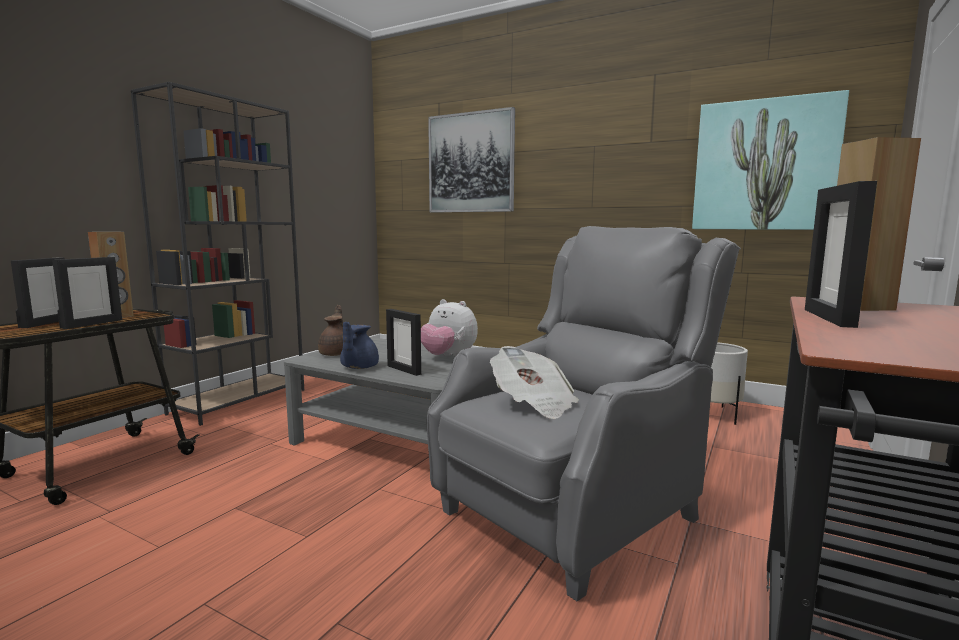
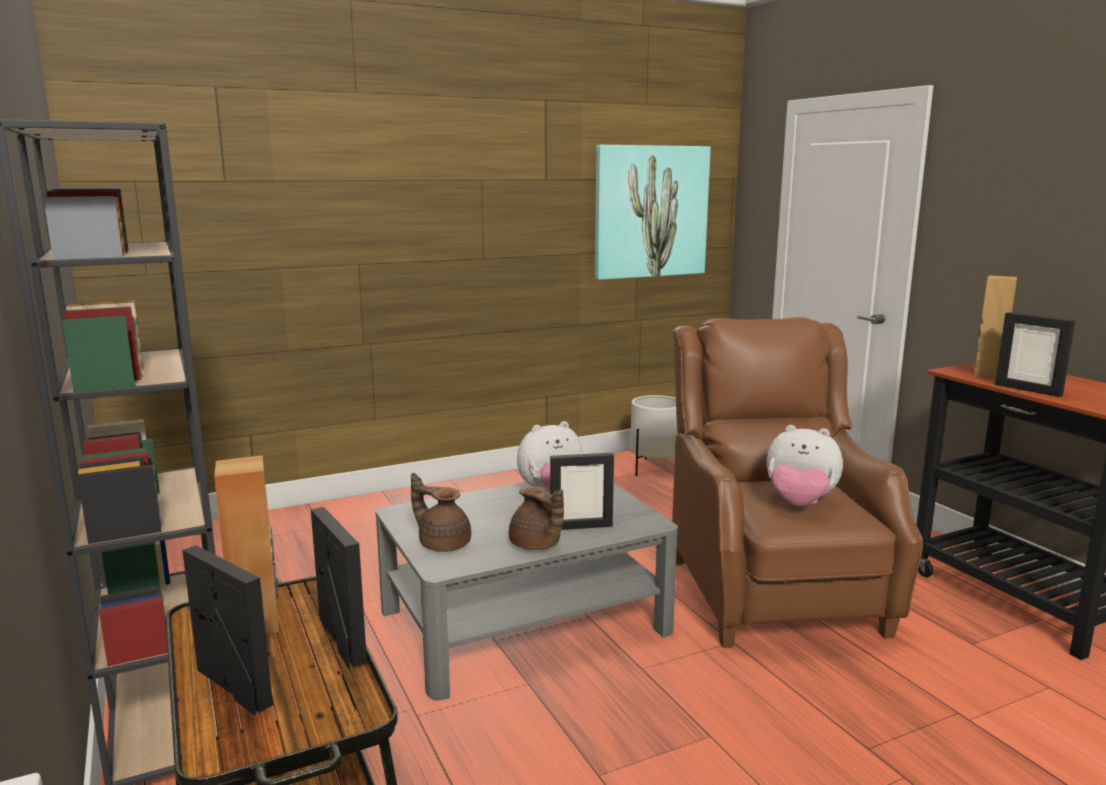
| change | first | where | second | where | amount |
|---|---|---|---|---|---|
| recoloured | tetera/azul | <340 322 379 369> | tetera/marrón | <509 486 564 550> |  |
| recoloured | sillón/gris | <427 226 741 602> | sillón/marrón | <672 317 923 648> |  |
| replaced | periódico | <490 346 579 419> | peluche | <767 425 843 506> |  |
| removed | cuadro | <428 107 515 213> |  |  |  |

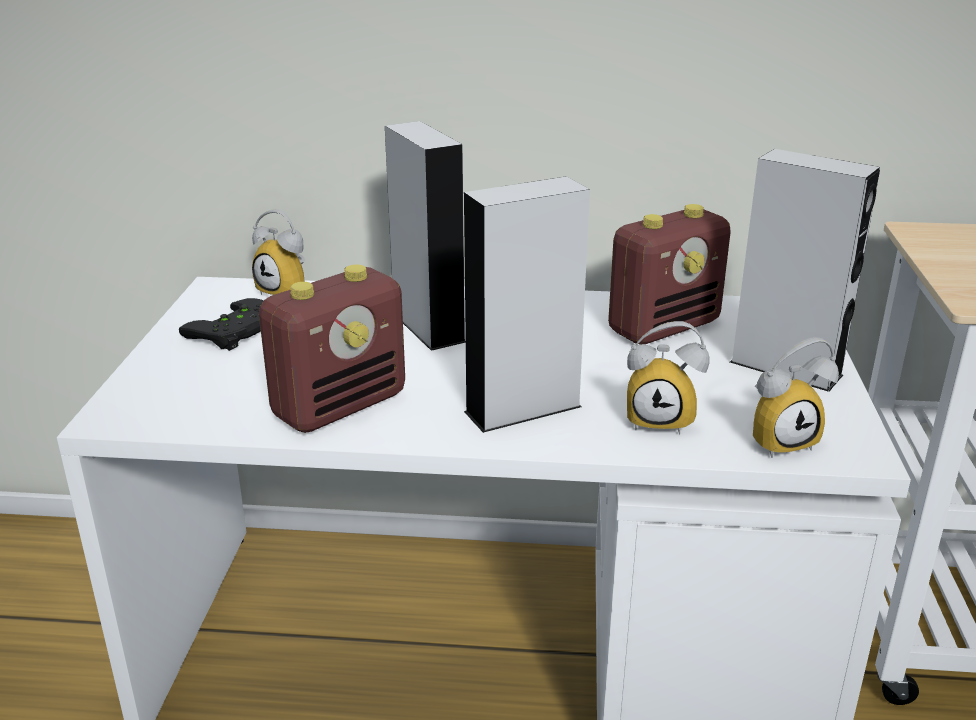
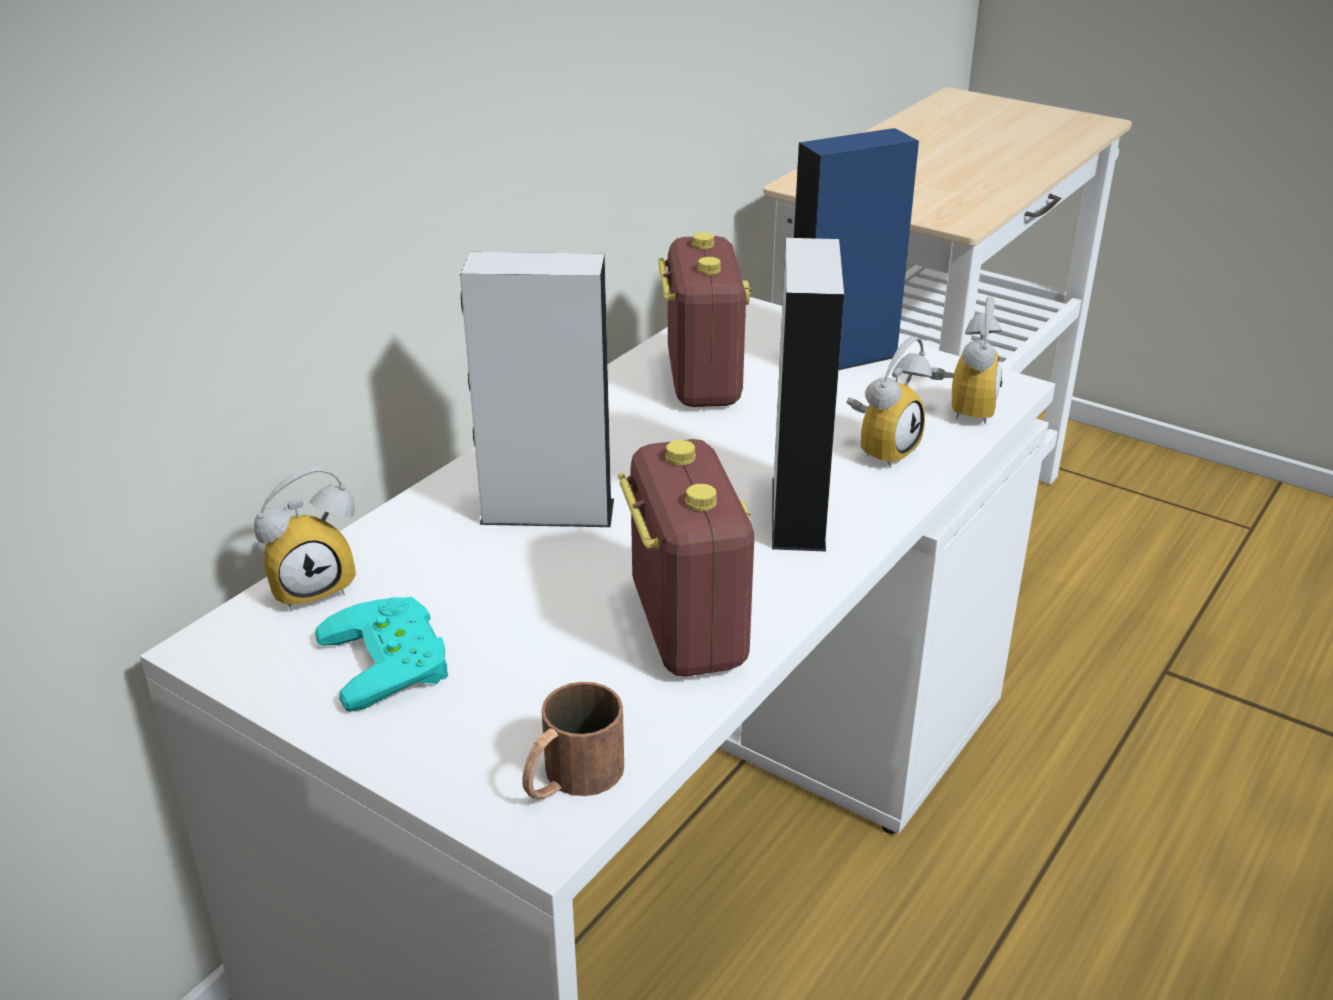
| change | first | where | second | where | amount |
|---|---|---|---|---|---|
| recoloured | mando de consola/negro | <179 298 264 351> | mando de consola/turquesa | <315 597 448 712> |  |
| added |  |  | taza grande/marrón | <522 682 624 799> |  |
| recoloured | altavoz/gris | <730 149 880 392> | altavoz/azul | <794 128 919 370> |  |

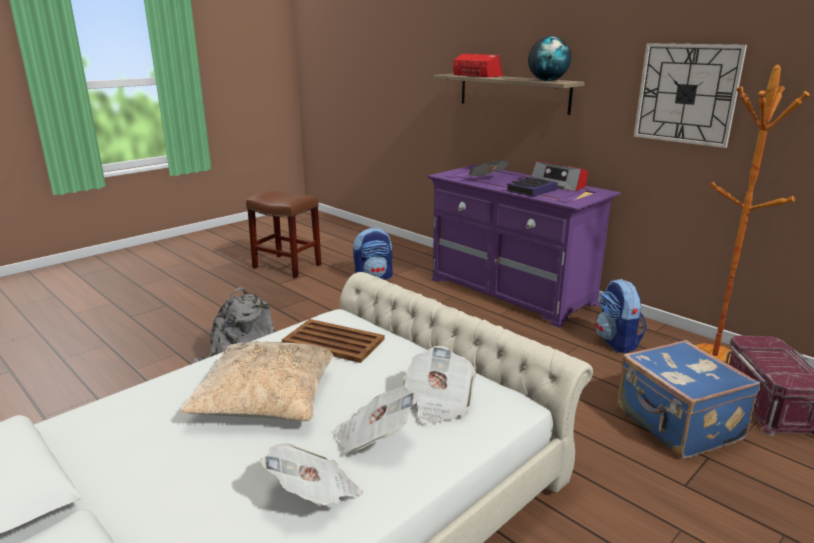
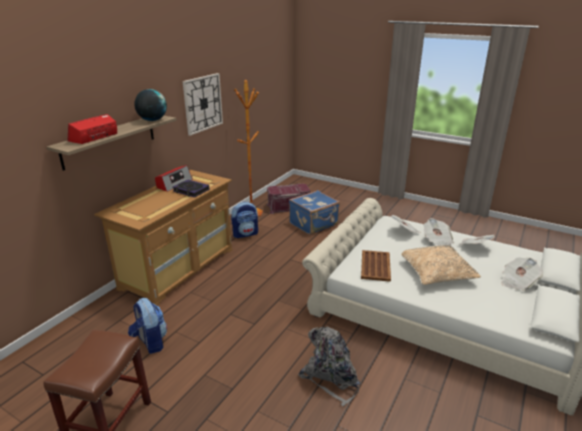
| change | first | where | second | where | amount |
|---|---|---|---|---|---|
| recoloured | cómoda/morado | <427 165 621 328> | cómoda/marrón | <94 170 232 306> |  |
| moved | periódico | <469 160 509 176> |  | <501 257 543 291> |  |

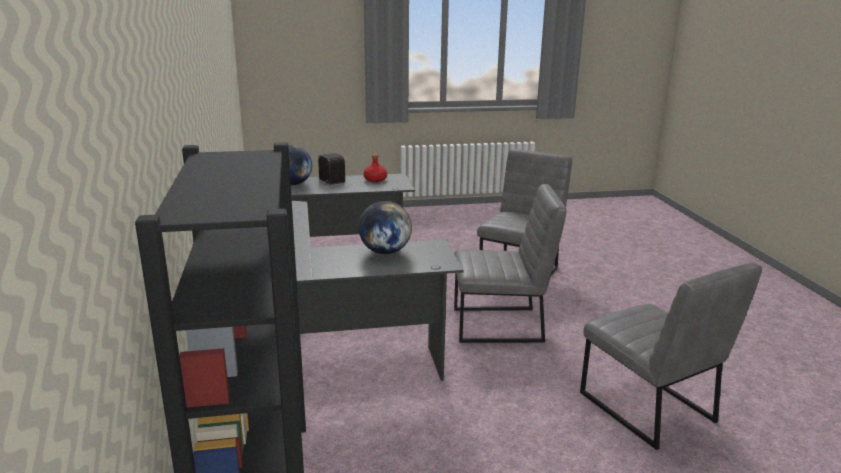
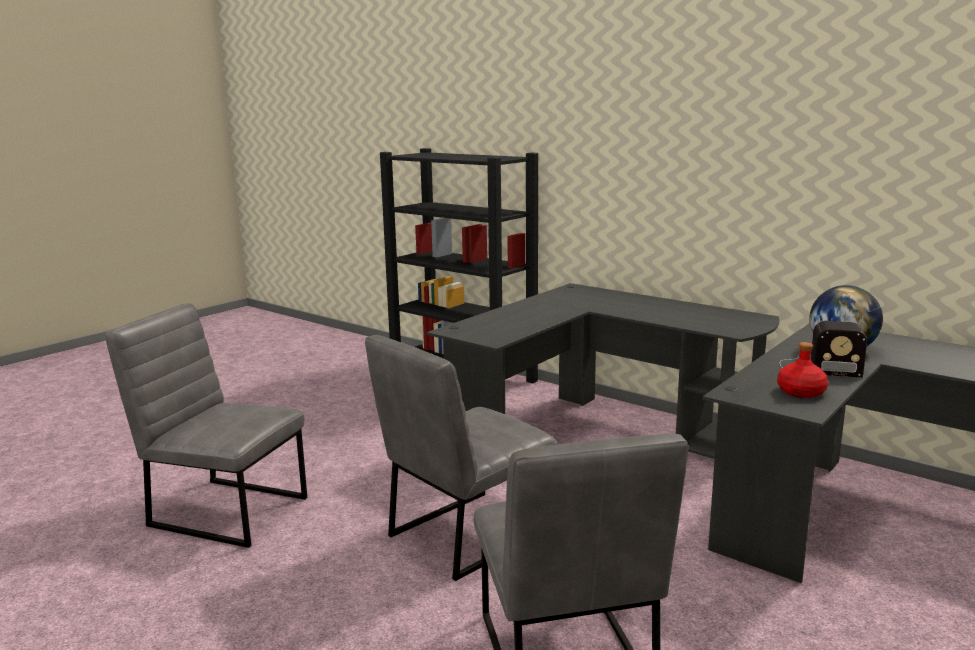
| change | first | where | second | where | amount |
|---|---|---|---|---|---|
| removed | globo terráqueo | <359 201 412 254> |  |  |  |

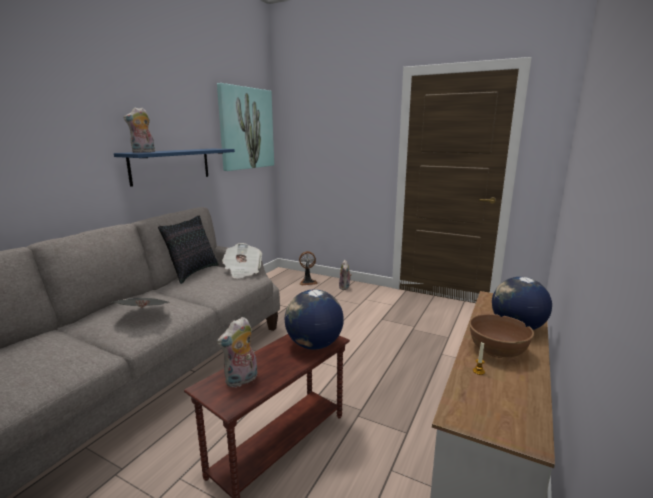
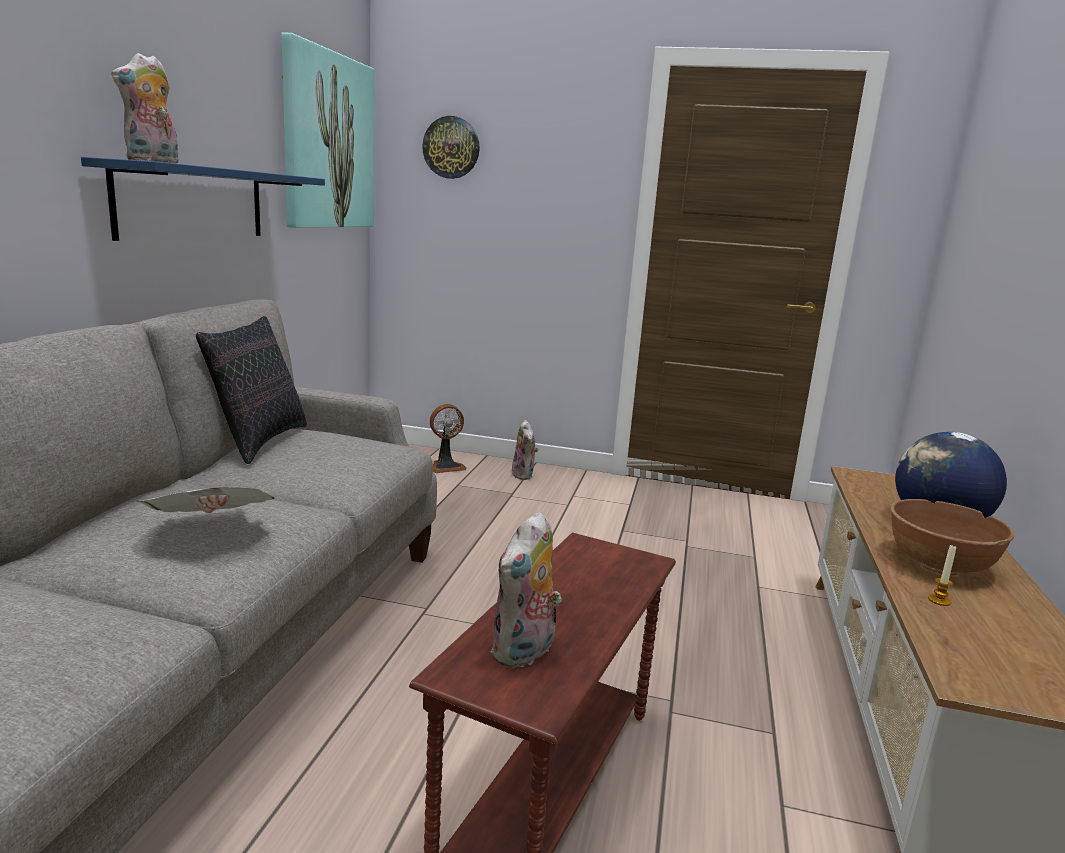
| change | first | where | second | where | amount |
|---|---|---|---|---|---|
| added |  |  | reloj de pared | <422 116 480 179> |  |
| removed | periódico | <222 243 262 279> |  |  |  |
| removed | globo terráqueo | <285 289 344 349> |  |  |  |

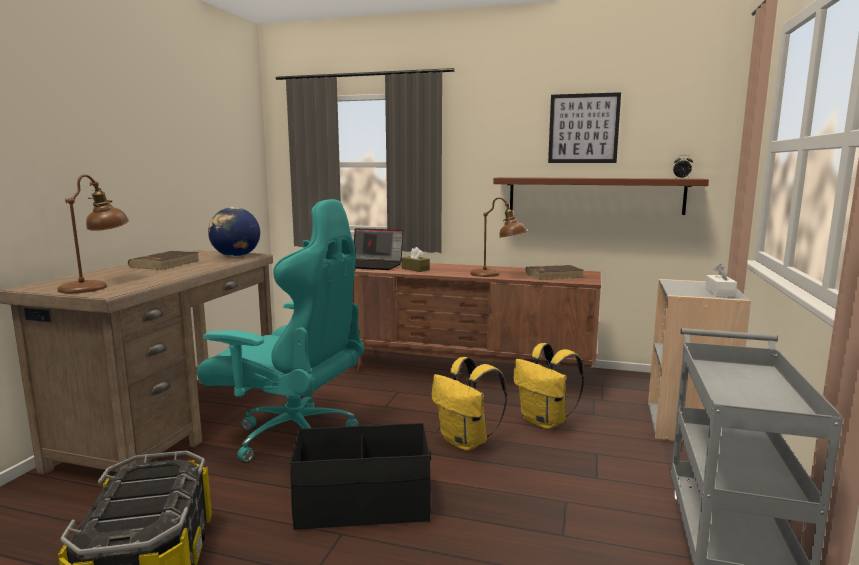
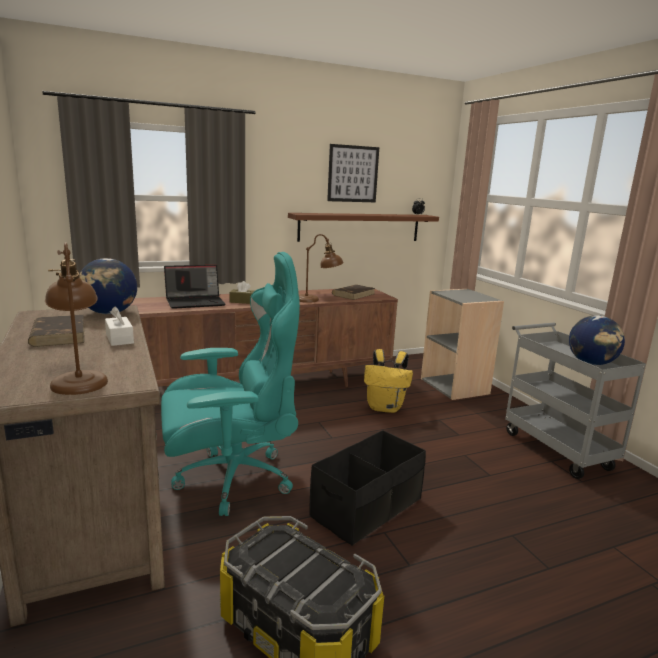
| change | first | where | second | where | amount |
|---|---|---|---|---|---|
| moved | caja de pañuelos/blanco | <705 264 737 298> |  | <105 306 134 346> |  |
| added |  |  | globo terráqueo | <569 315 625 365> |  |
| removed | mochila/amarillo | <432 357 507 451> |  |  |  |

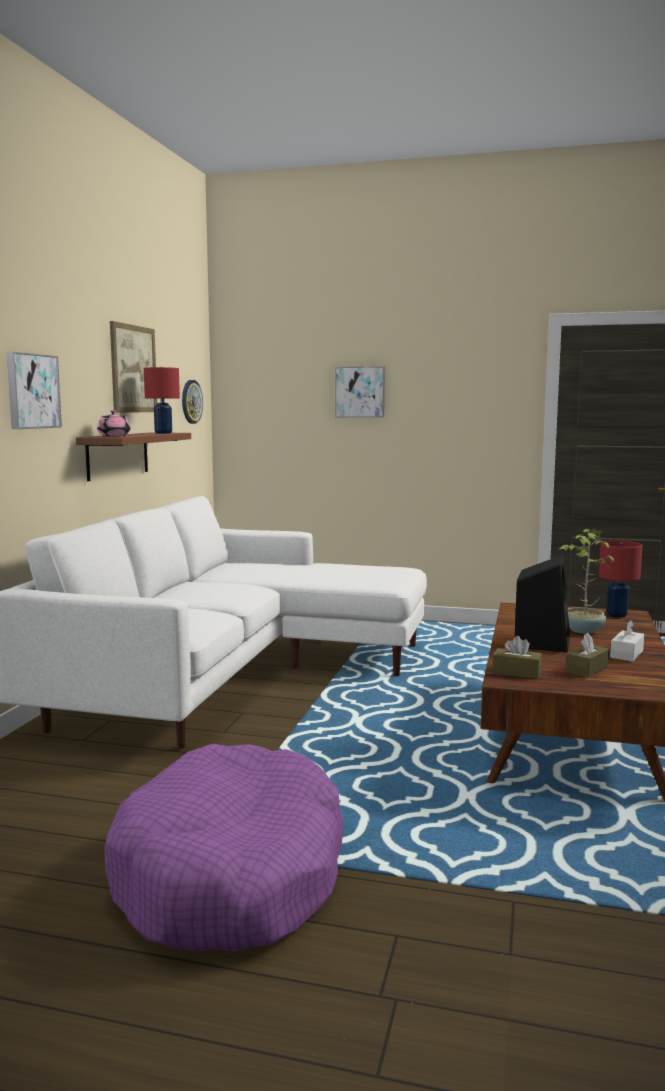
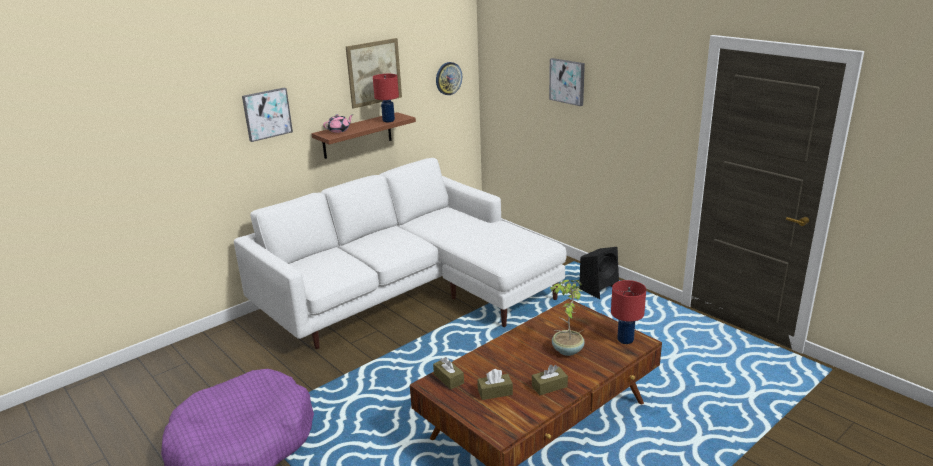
| change | first | where | second | where | amount |
|---|---|---|---|---|---|
| recoloured | caja de pañuelos/blanco | <610 620 644 661> | caja de pañuelos/marrón | <532 365 568 395> |  |
| moved | altavoz/negro | <515 555 570 653> |  | <579 247 619 299> |  |

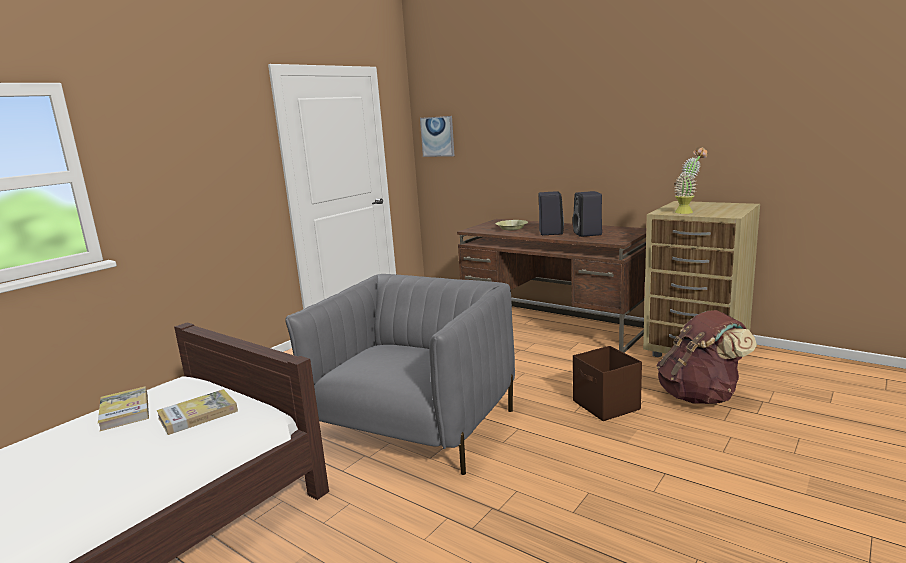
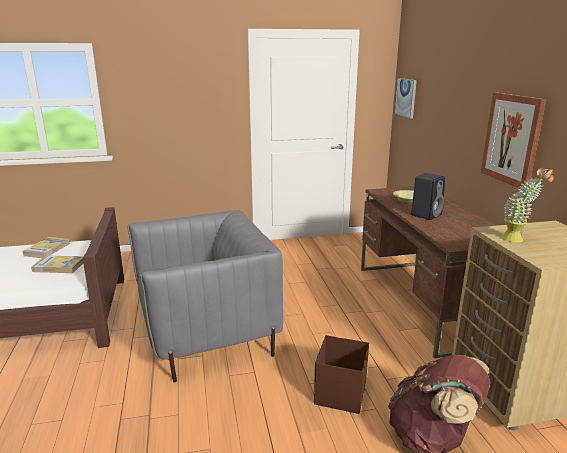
| change | first | where | second | where | amount |
|---|---|---|---|---|---|
| added |  |  | cuadro | <481 93 546 189> |  |
| removed | altavoz/negro | <573 191 602 237> |  |  |  |

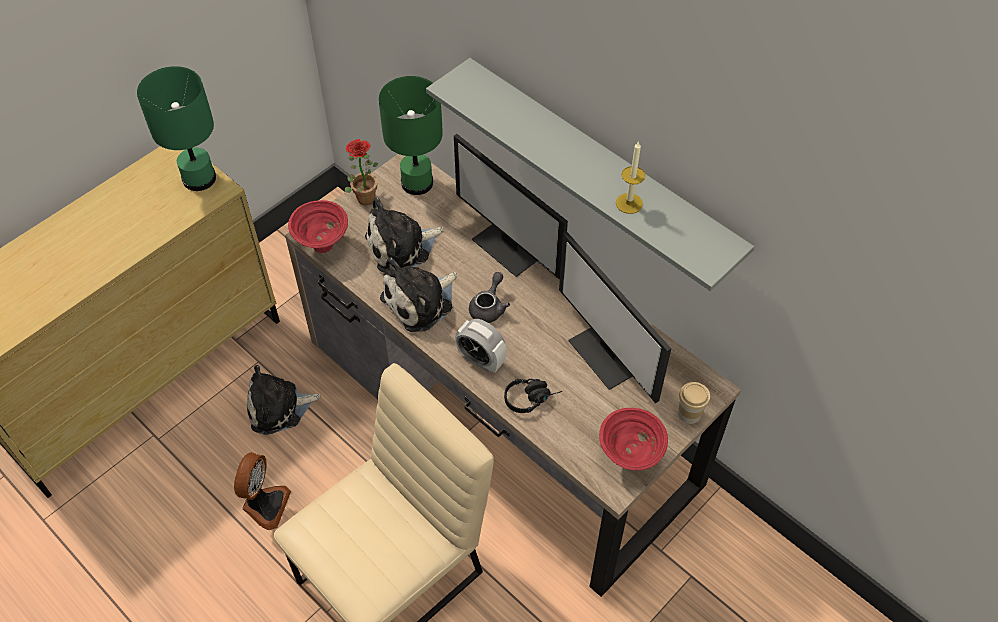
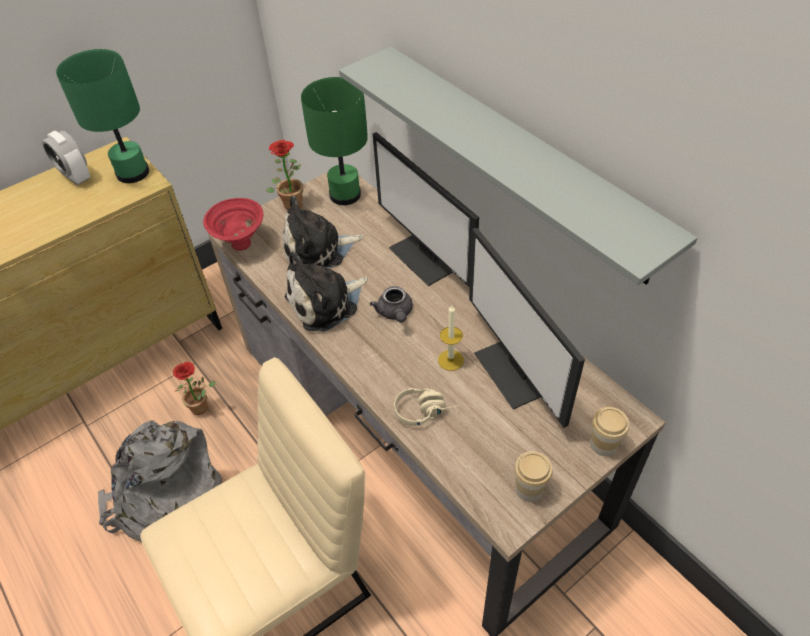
| change | first | where | second | where | amount |
|---|---|---|---|---|---|
| moved | despertador | <455 319 506 373> |  | <42 131 91 185> |  |
| replaced | ventilador | <234 452 291 530> | mochila/gris | <98 420 222 542> |  |
| replaced | peluche | <247 365 321 435> | planta en maceta | <173 362 216 415> |  |
| turned | tetera/gris | <469 272 510 323> |  | <370 286 413 322> | 135 degrees clockwise |
| recoloured | auriculares/negro | <504 379 562 413> | auriculares/beis | <394 388 459 426> |  |
| moved | vela | <616 141 645 214> |  | <438 305 464 371> |  |
| replaced | cuenco/rojo | <599 408 668 471> | taza | <514 451 552 502> |  |

